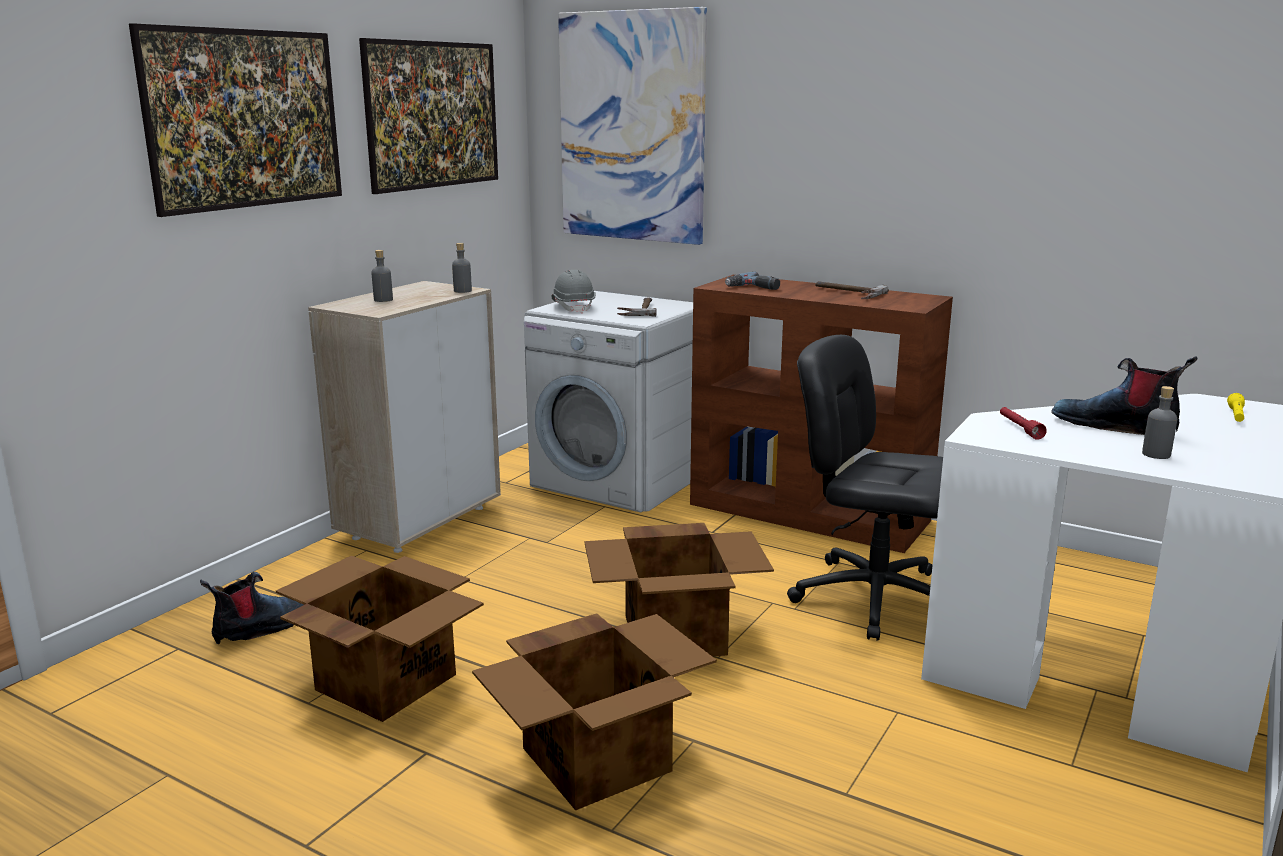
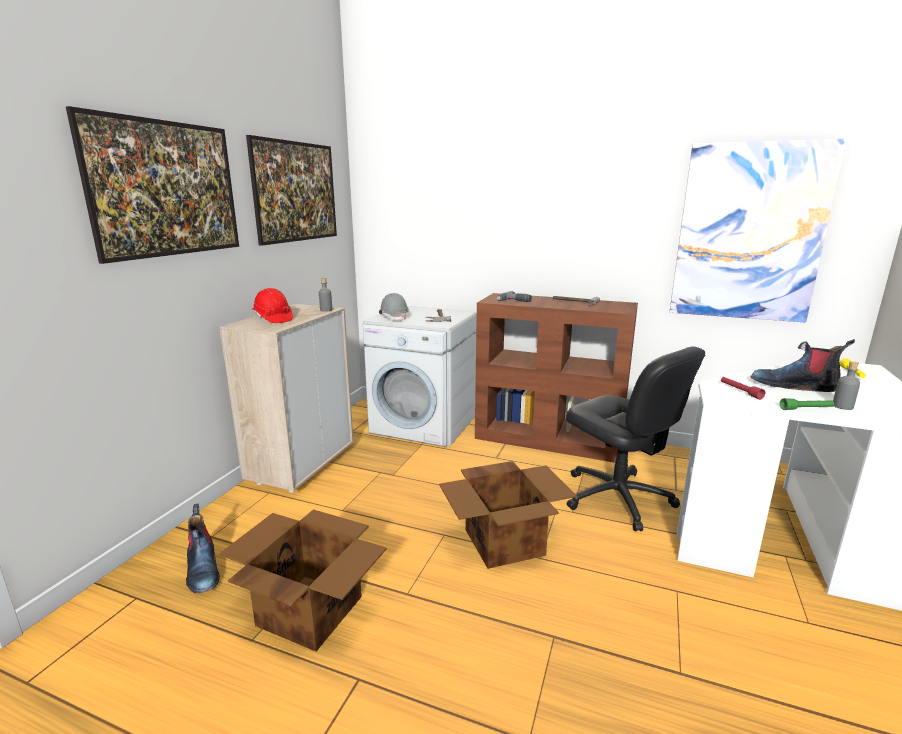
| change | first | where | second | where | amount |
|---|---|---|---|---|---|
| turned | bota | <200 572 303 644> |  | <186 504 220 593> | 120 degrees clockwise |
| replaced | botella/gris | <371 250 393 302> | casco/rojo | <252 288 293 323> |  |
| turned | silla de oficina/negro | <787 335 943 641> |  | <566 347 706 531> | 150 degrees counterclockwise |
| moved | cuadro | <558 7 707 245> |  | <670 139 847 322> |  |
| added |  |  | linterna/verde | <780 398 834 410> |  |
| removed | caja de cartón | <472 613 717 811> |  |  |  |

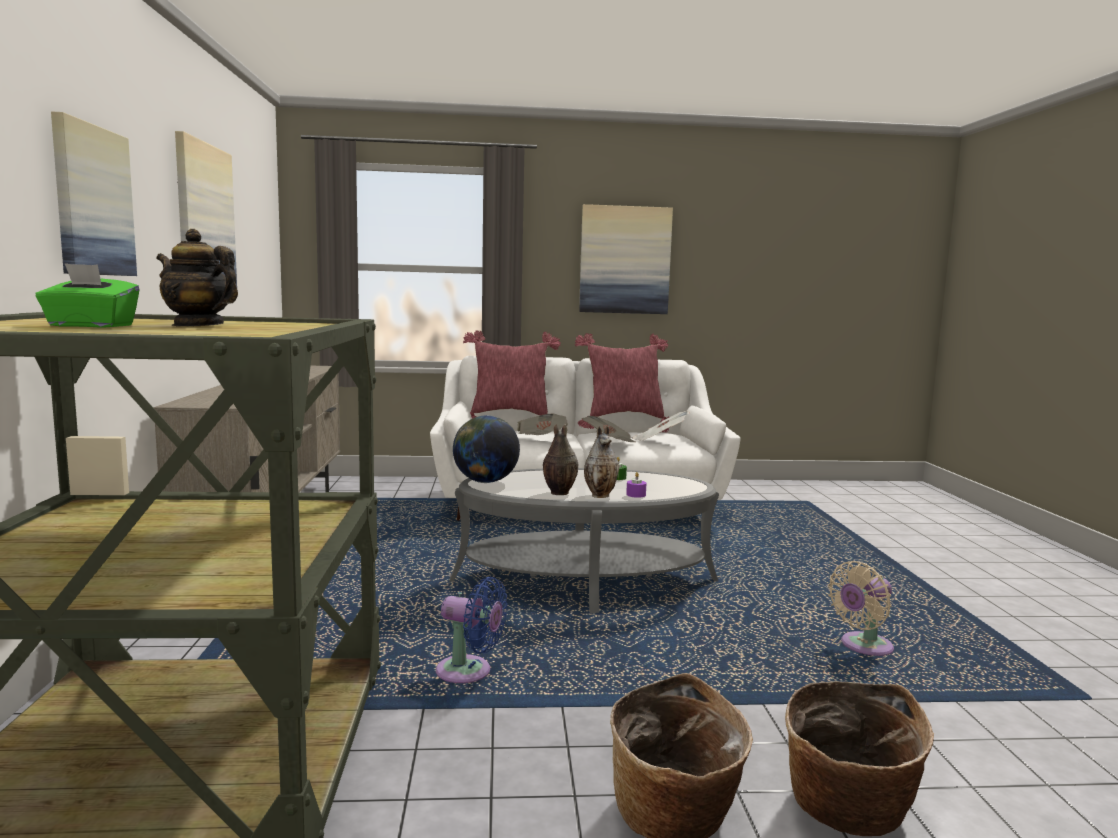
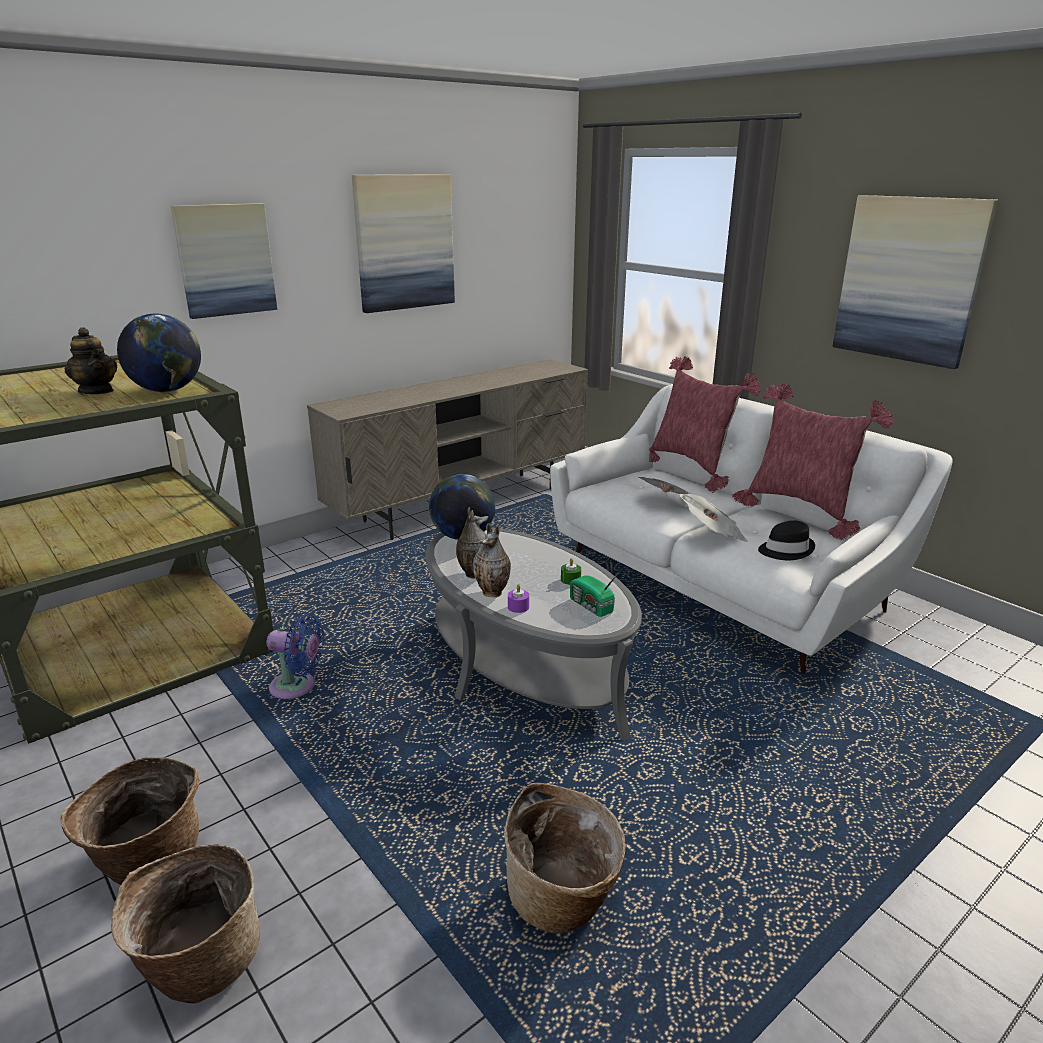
| change | first | where | second | where | amount |
|---|---|---|---|---|---|
| turned | tetera | <156 229 238 327> |  | <65 327 117 394> | 150 degrees clockwise |
| added |  |  | globo terráqueo | <117 313 201 392> |  |
| turned | ventilador/azul | <436 577 507 683> |  | <267 614 324 699> | 60 degrees counterclockwise |
| replaced | ventilador/beis | <828 561 894 656> | cesta | <504 783 626 933> |  |
| added |  |  | radio | <570 571 620 617> |  |
| replaced | periódico | <633 411 690 441> | sombrero/negro | <758 520 815 560> |  |
| removed | caja de pañuelos/verde | <35 263 140 328> |  |  |  |

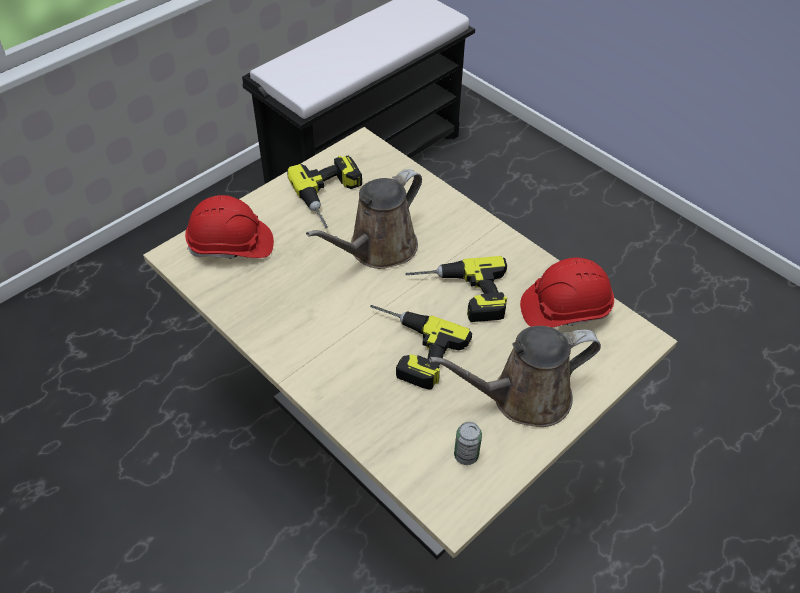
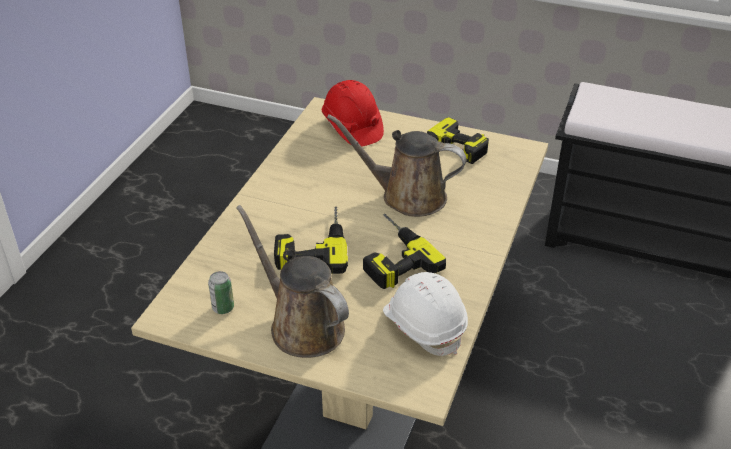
| change | first | where | second | where | amount |
|---|---|---|---|---|---|
| recoloured | casco/rojo | <520 258 614 327> | casco/blanco | <383 272 468 356> |  |

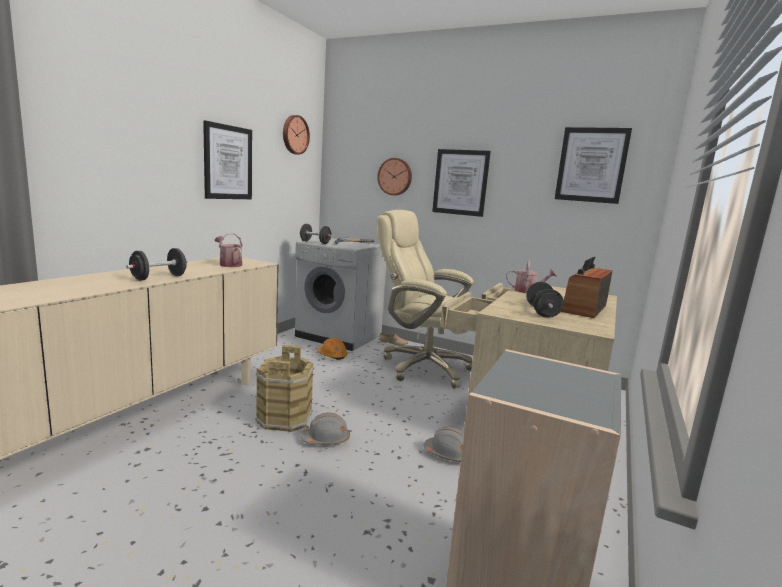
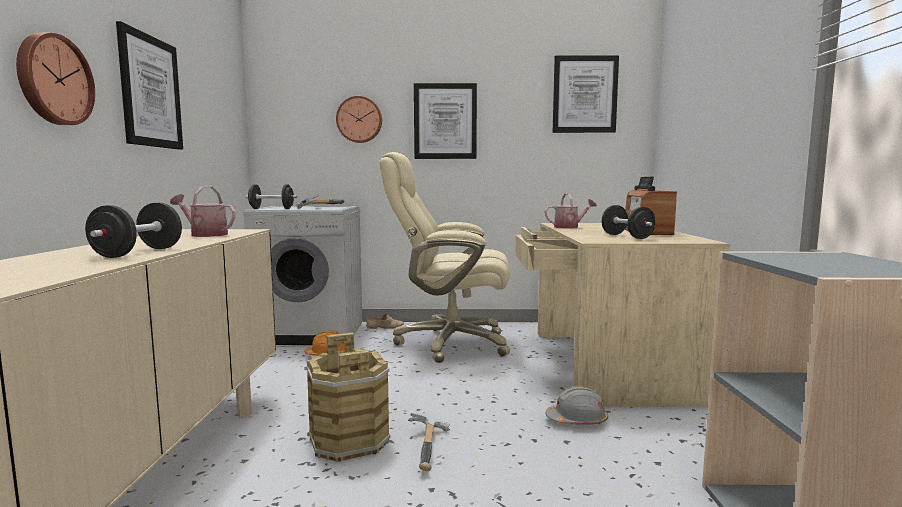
| change | first | where | second | where | amount |
|---|---|---|---|---|---|
| moved | reloj de pared | <283 115 310 155> |  | <16 33 95 125> |  |
| replaced | casco/gris | <300 413 350 445> | martillo | <408 413 449 471> |  |

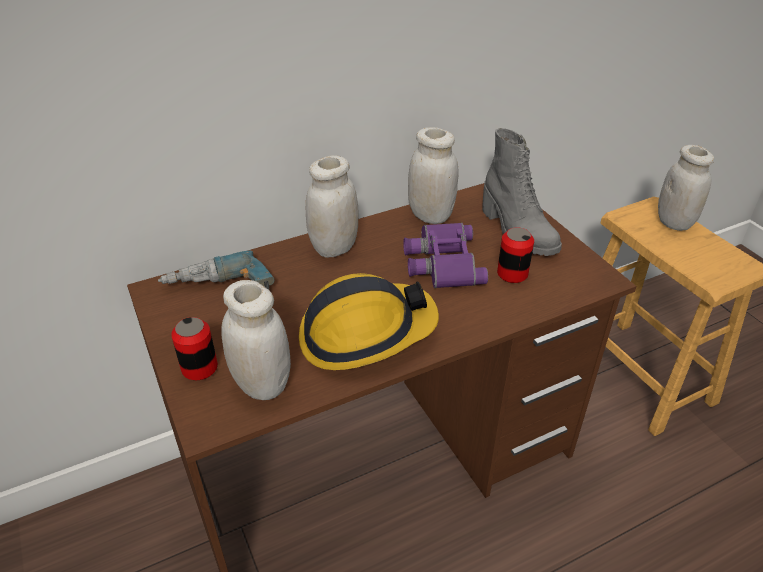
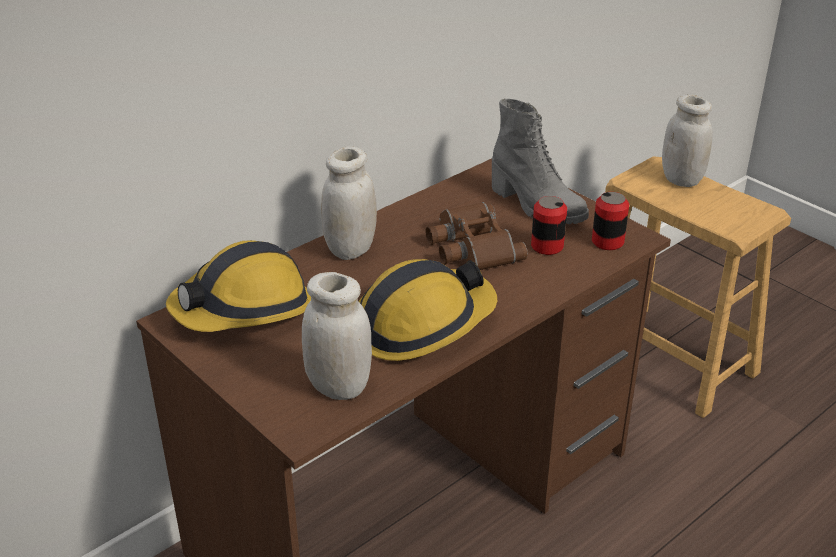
| change | first | where | second | where | amount |
|---|---|---|---|---|---|
| replaced | taladro | <158 251 274 289> | casco | <166 240 311 332> |  |
| recoloured | prismáticos/morado | <403 223 488 288> | prismáticos/marrón | <425 202 528 270> |  |
| moved | lata | <171 317 218 380> |  | <592 192 629 250> |  |
| removed | tarro/blanco | <408 127 459 224> |  |  |  |

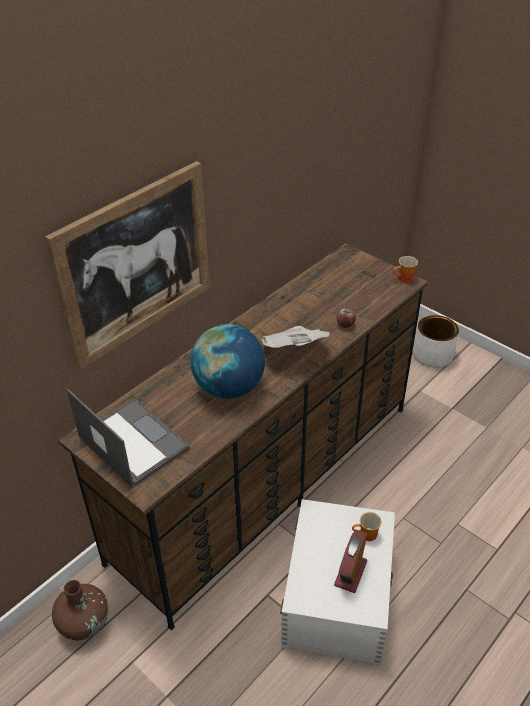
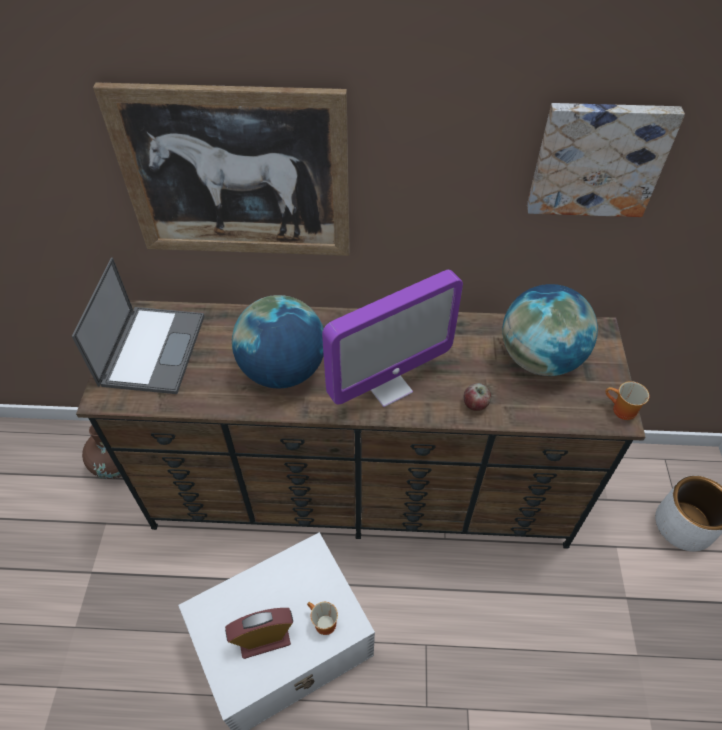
| change | first | where | second | where | amount |
|---|---|---|---|---|---|
| replaced | periódico | <262 326 330 348> | monitor | <322 270 463 407> |  |
| added |  |  | globo terráqueo | <502 284 598 376> |  |
| added |  |  | cuadro | <527 103 685 217> |  |

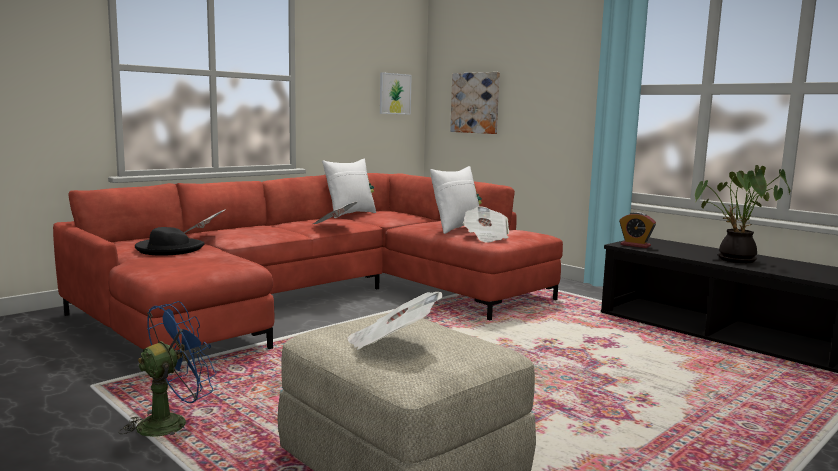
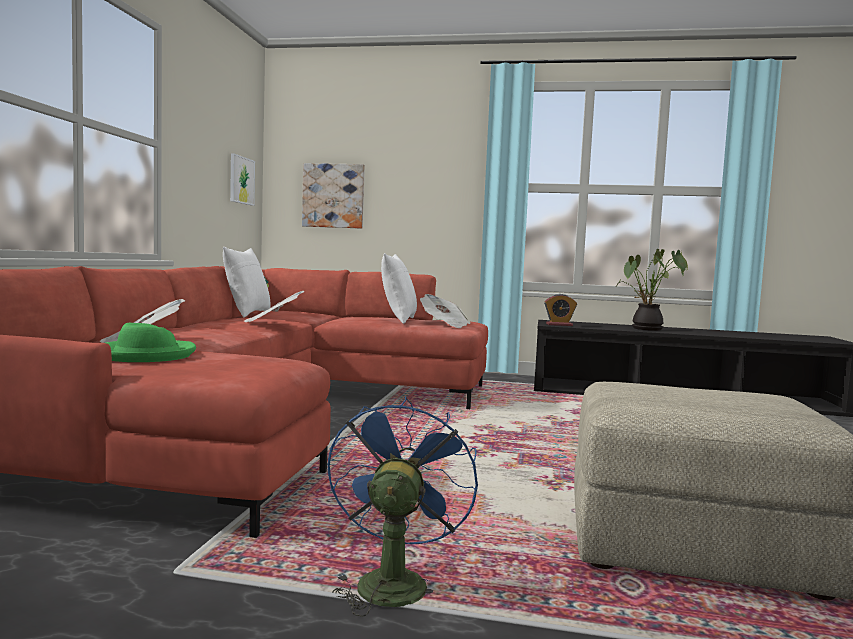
| change | first | where | second | where | amount |
|---|---|---|---|---|---|
| recoloured | sombrero/negro | <135 227 205 256> | sombrero/verde | <106 323 196 362> |  |
| removed | periódico | <347 292 443 350> |  |  |  |

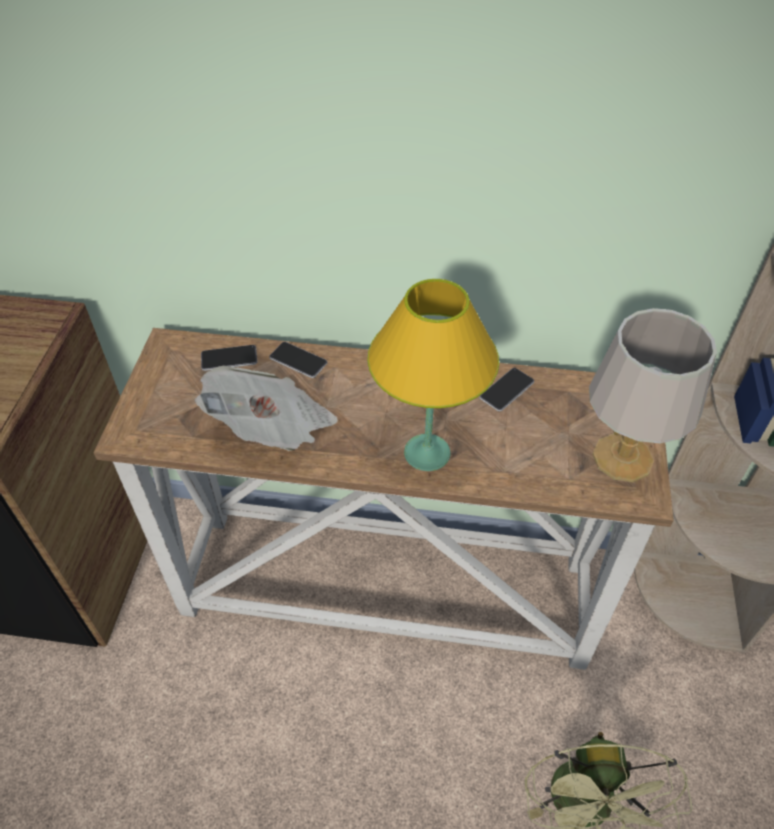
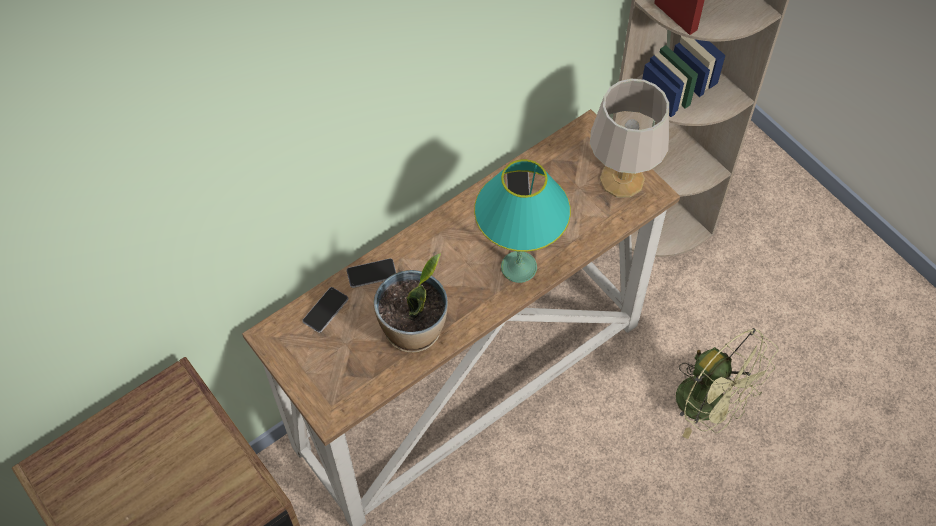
| change | first | where | second | where | amount |
|---|---|---|---|---|---|
| replaced | periódico | <194 366 338 451> | planta en maceta | <374 253 448 353> |  |
| recoloured | lámpara de mesa/amarillo | <367 279 499 471> | lámpara de mesa/turquesa | <474 159 571 283> |  |

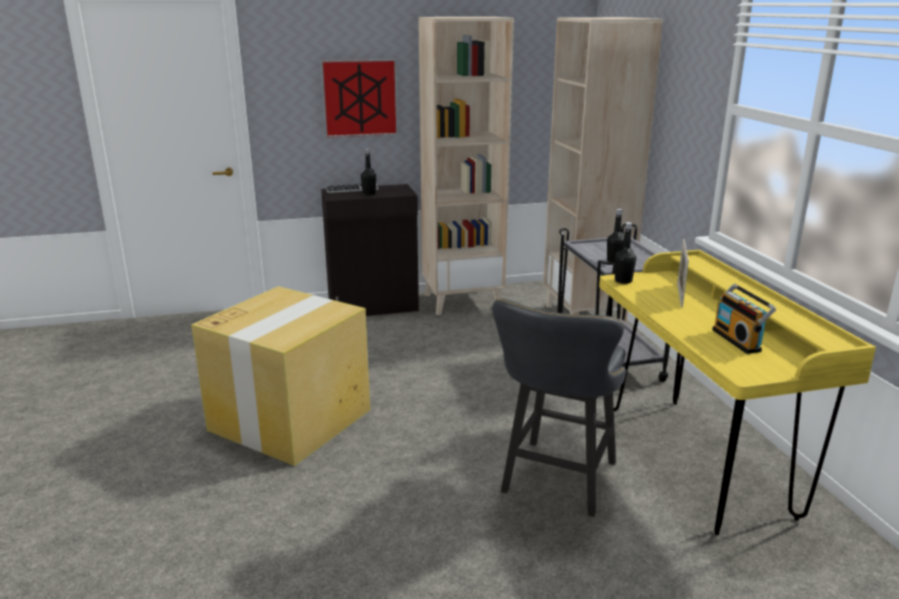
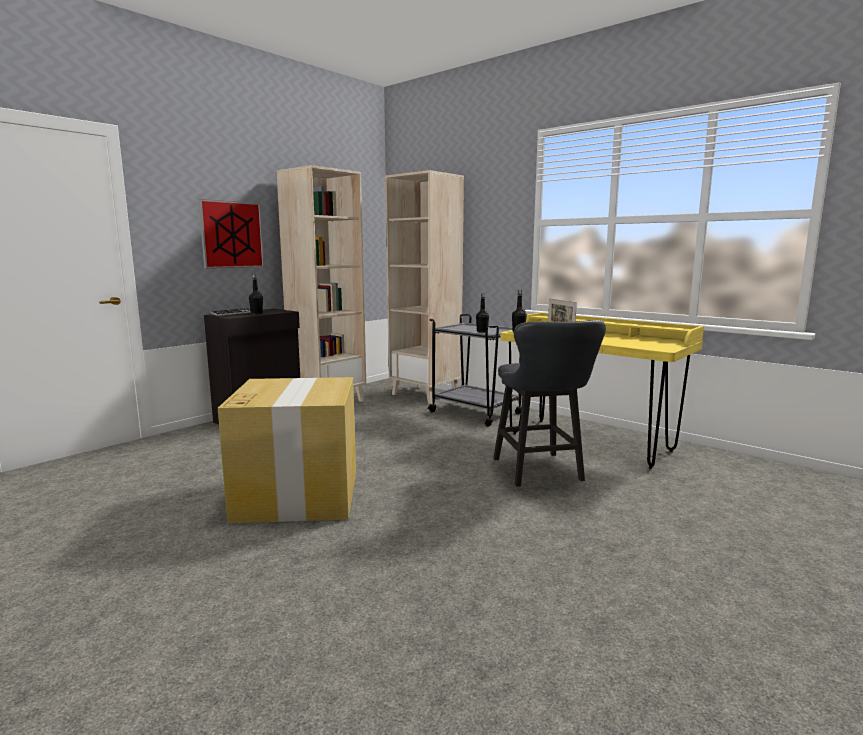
| change | first | where | second | where | amount |
|---|---|---|---|---|---|
| removed | radio | <712 284 776 354> |  |  |  |

